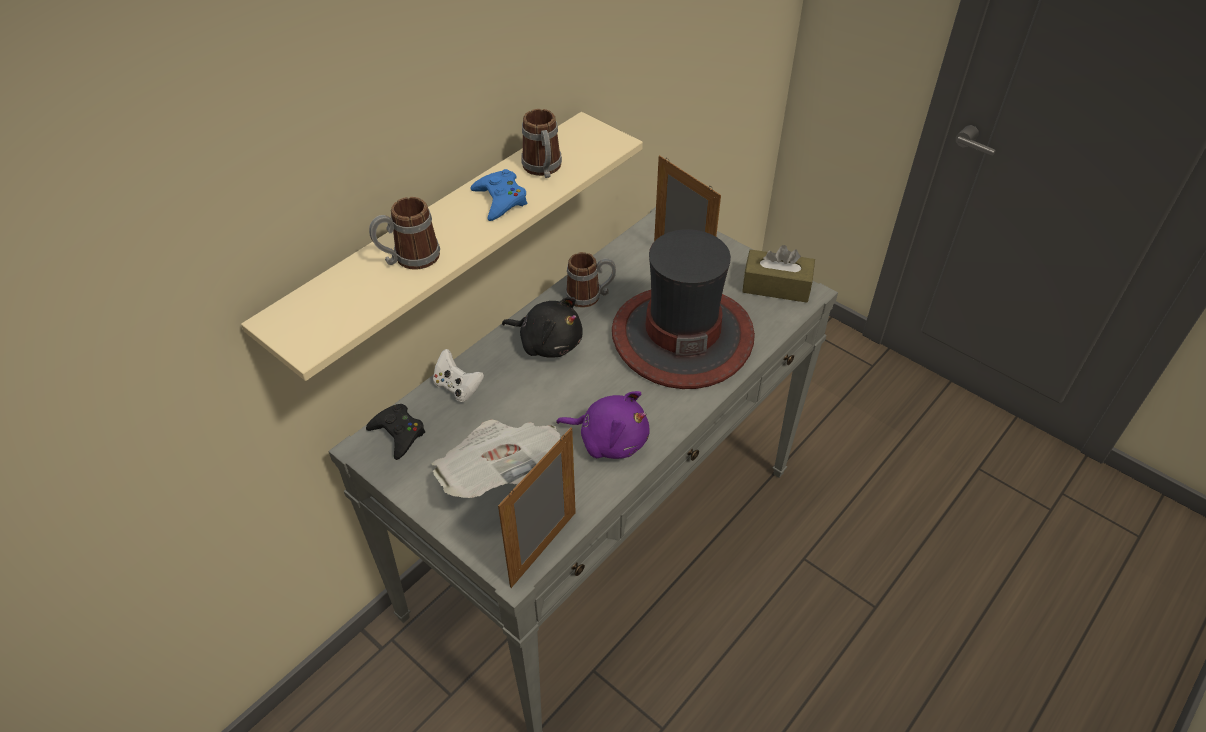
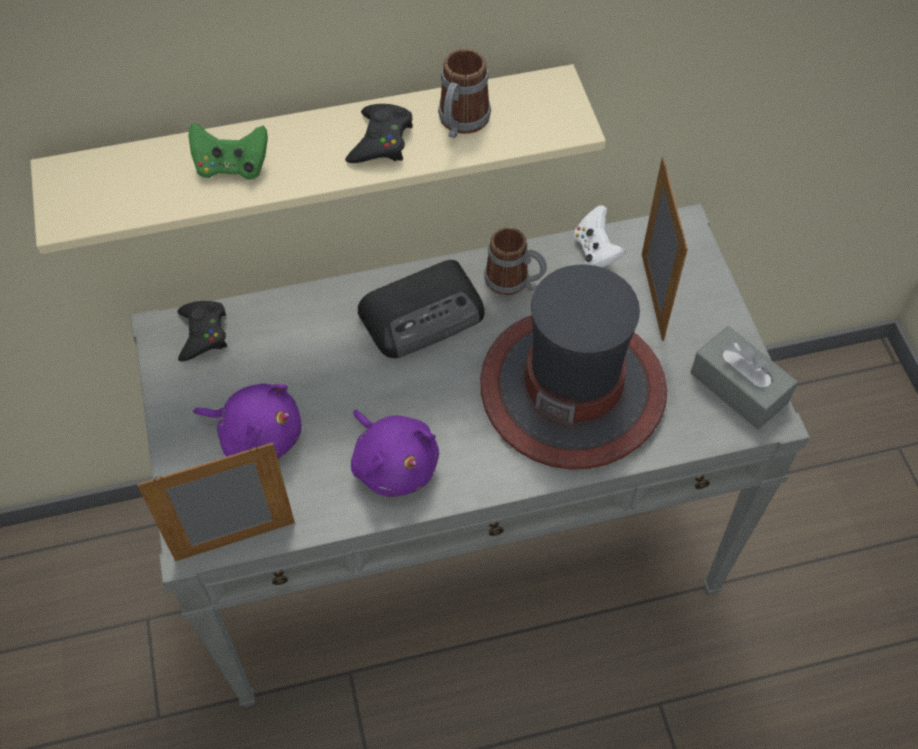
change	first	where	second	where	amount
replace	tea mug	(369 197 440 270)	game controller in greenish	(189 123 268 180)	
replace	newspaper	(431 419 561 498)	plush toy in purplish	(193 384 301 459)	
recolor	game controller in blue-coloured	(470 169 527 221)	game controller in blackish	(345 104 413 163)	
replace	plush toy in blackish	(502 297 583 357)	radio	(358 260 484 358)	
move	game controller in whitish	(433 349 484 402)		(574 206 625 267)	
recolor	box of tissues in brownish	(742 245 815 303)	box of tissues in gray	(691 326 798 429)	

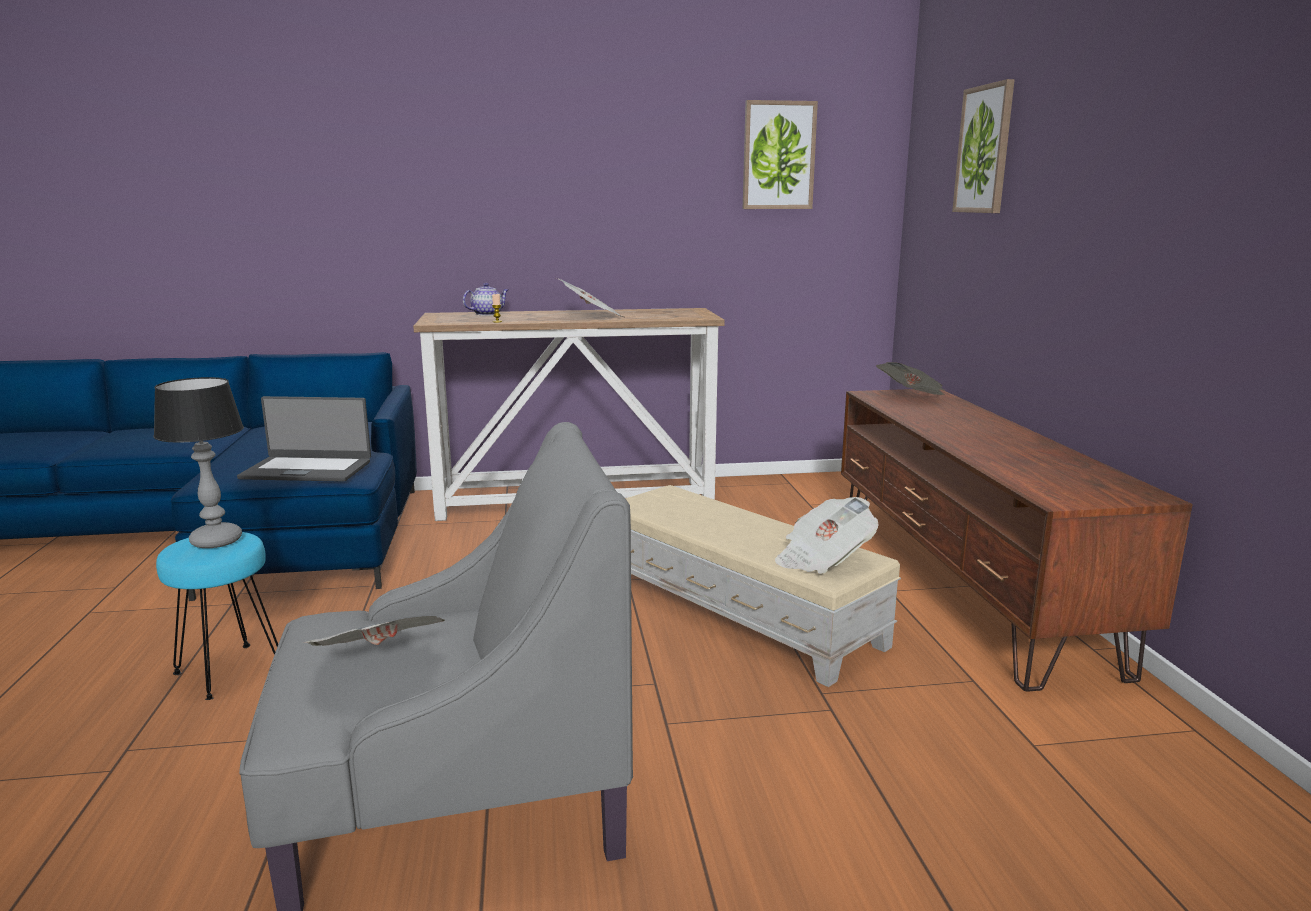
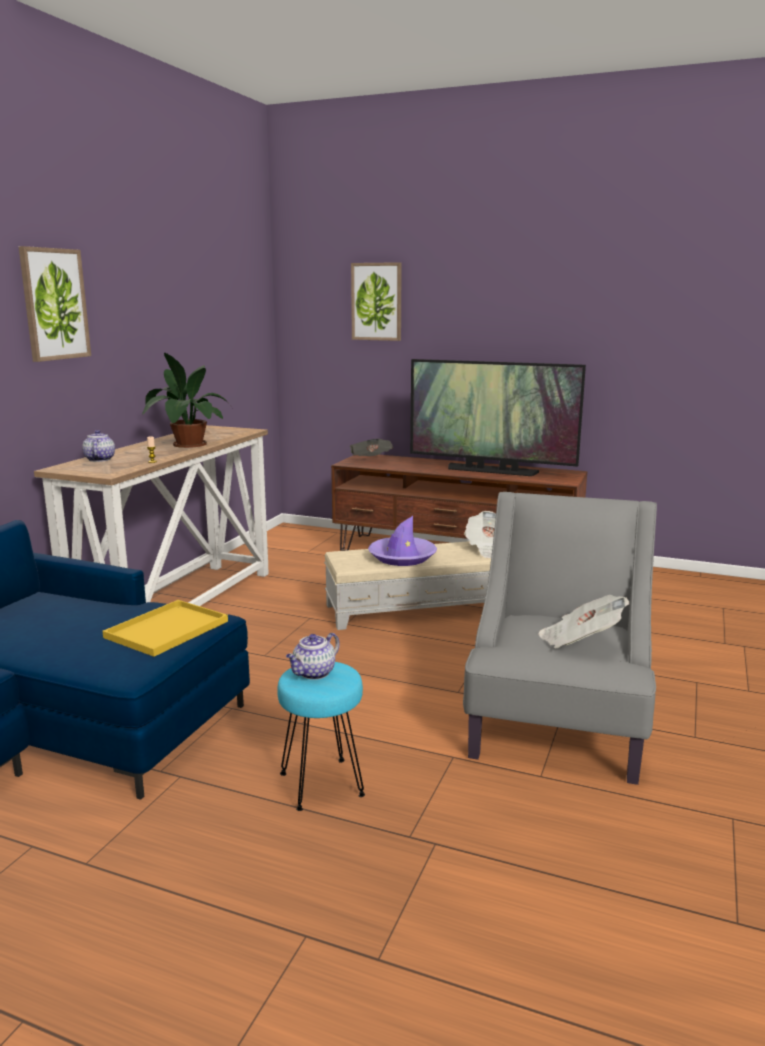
change	first	where	second	where	amount
move	wall art	(743 100 818 209)		(18 246 91 362)	
replace	notebook computer	(237 396 371 482)	tray in yellow	(103 600 228 657)	
replace	newspaper	(556 278 624 317)	houseplant	(142 353 230 448)	
replace	table lamp	(153 377 244 548)	teapot	(286 633 340 680)	
insert			clothing hat in purplish	(368 516 437 566)	
insert			TV set	(410 359 586 476)	

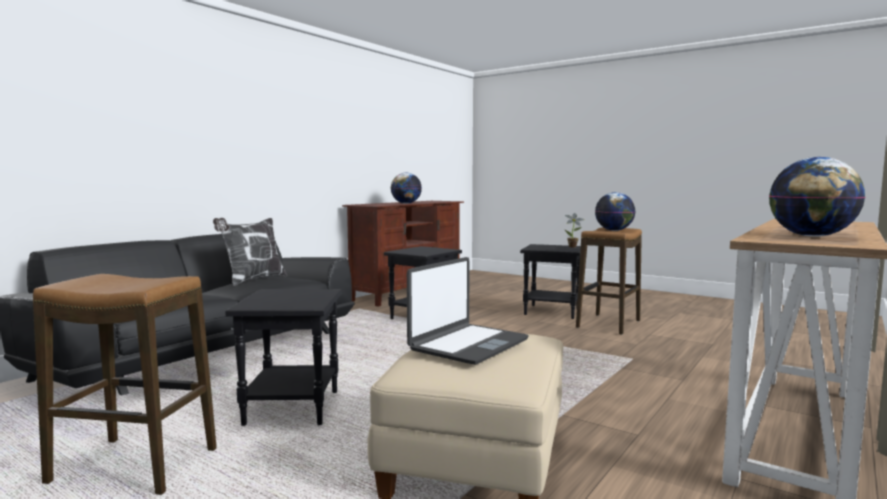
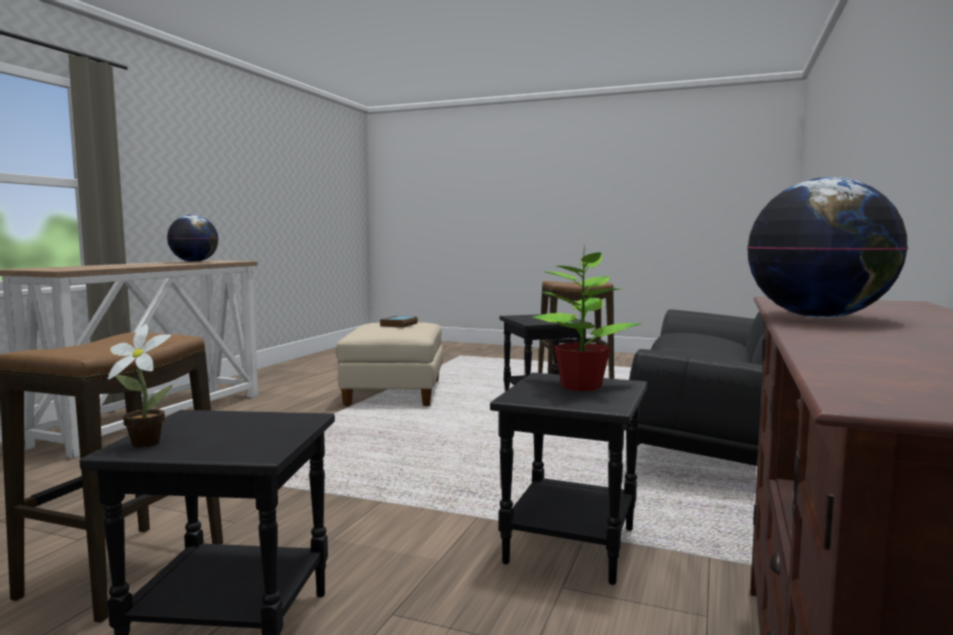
change	first	where	second	where	amount
replace	notebook computer	(407 257 529 365)	volume	(380 315 418 328)	
insert			houseplant	(531 244 641 391)	
delete	pillow	(213 218 287 286)			
delete	globe	(595 192 636 231)			

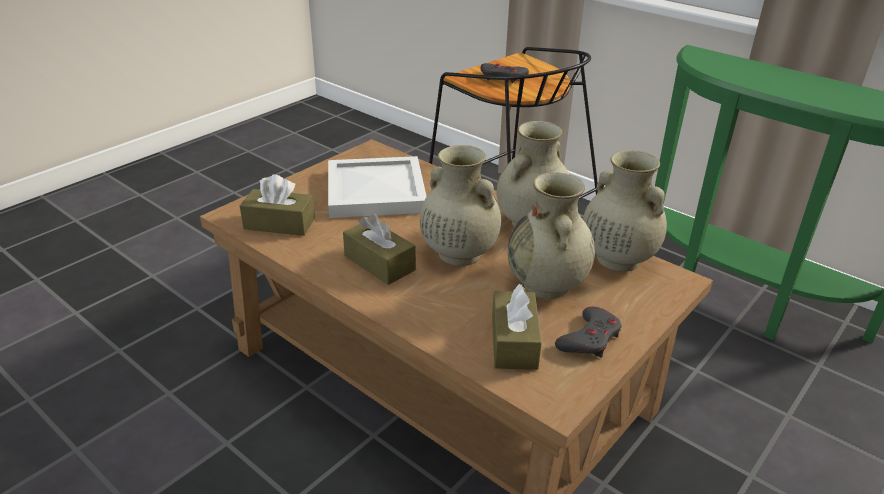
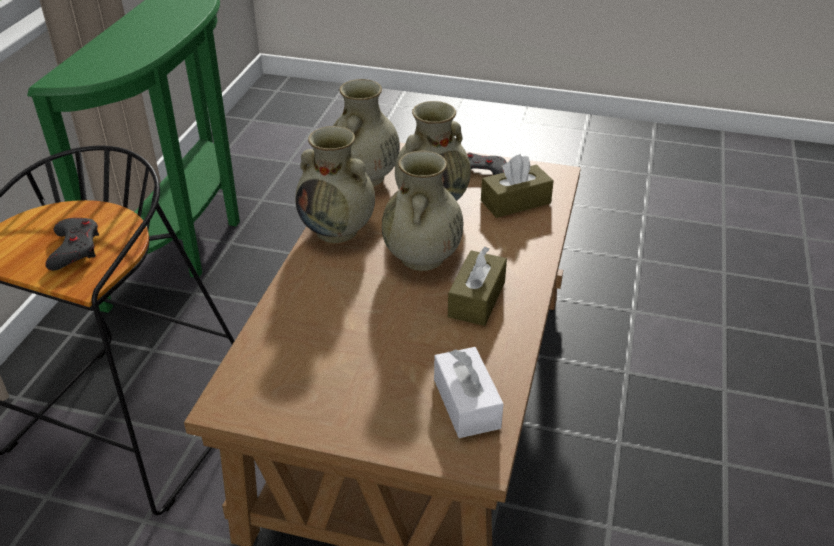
change	first	where	second	where	amount
recolor	box of tissues in brownish	(240 174 315 236)	box of tissues in whitish	(434 347 503 438)	
delete	tray in whitish	(328 156 427 218)			

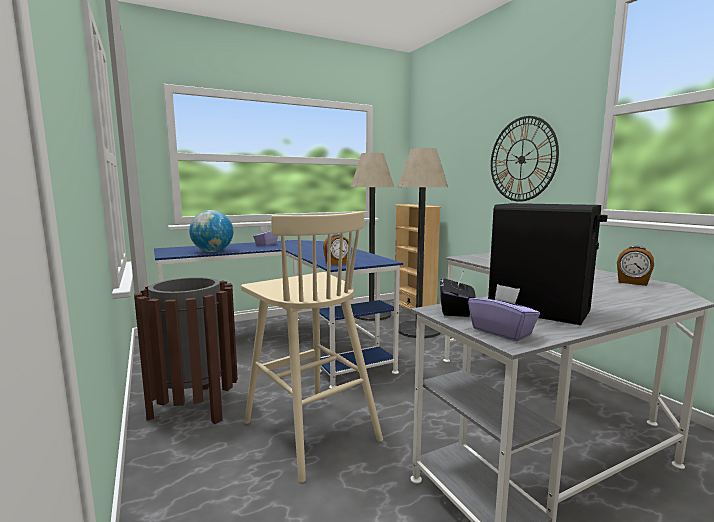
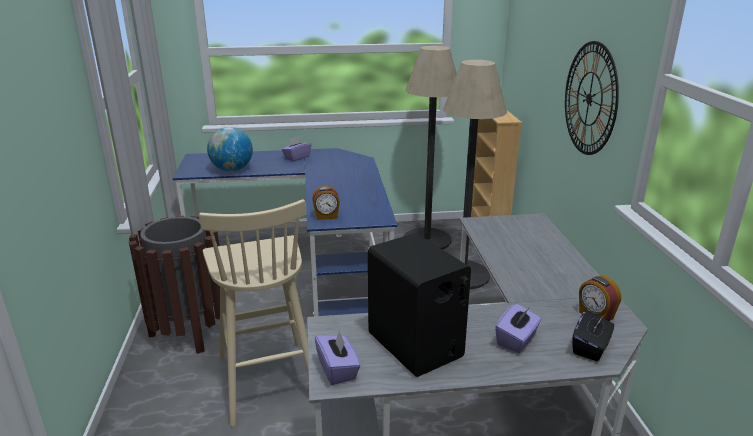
change	first	where	second	where	amount
insert			box of tissues in purplish	(495 304 542 353)	
move	box of tissues in blackish	(440 273 476 317)		(572 310 614 361)	

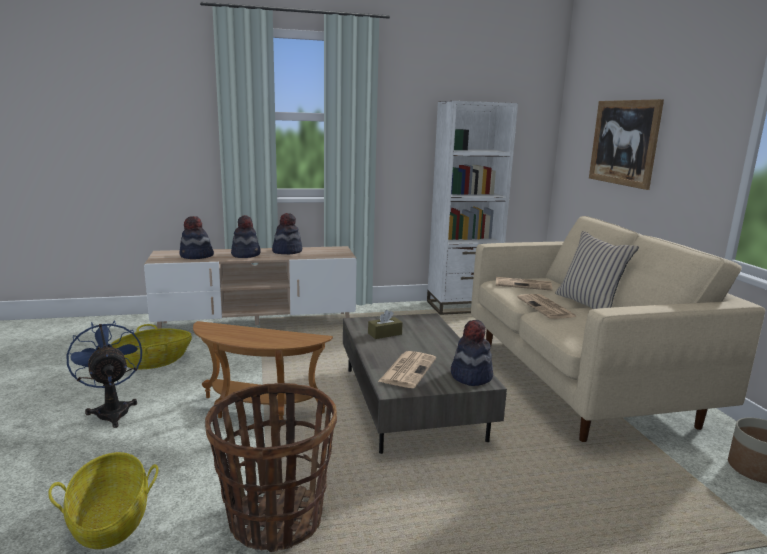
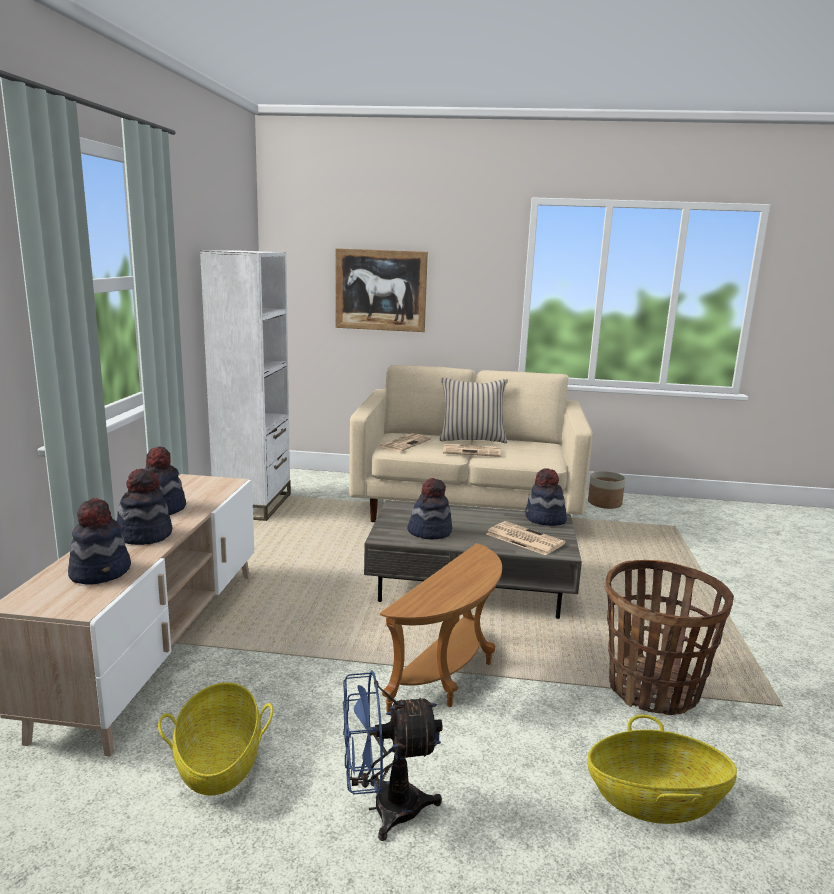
change	first	where	second	where	amount
replace	box of tissues in brownish	(368 310 403 339)	clothing hat	(407 478 452 539)	

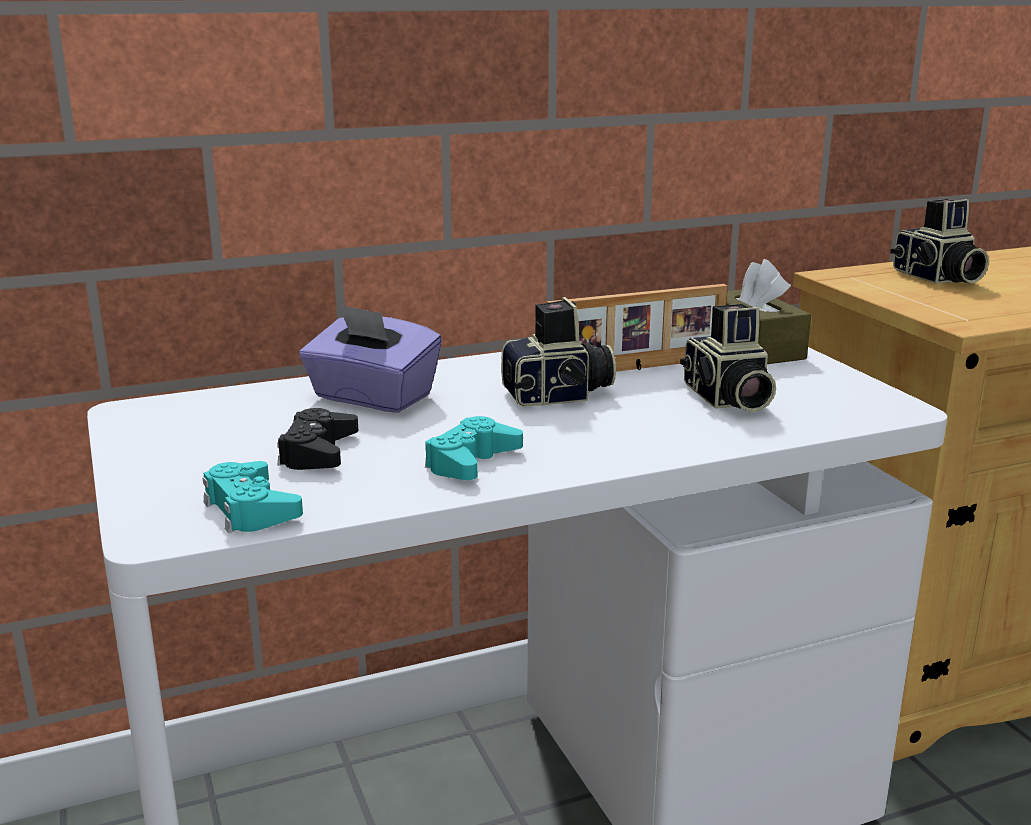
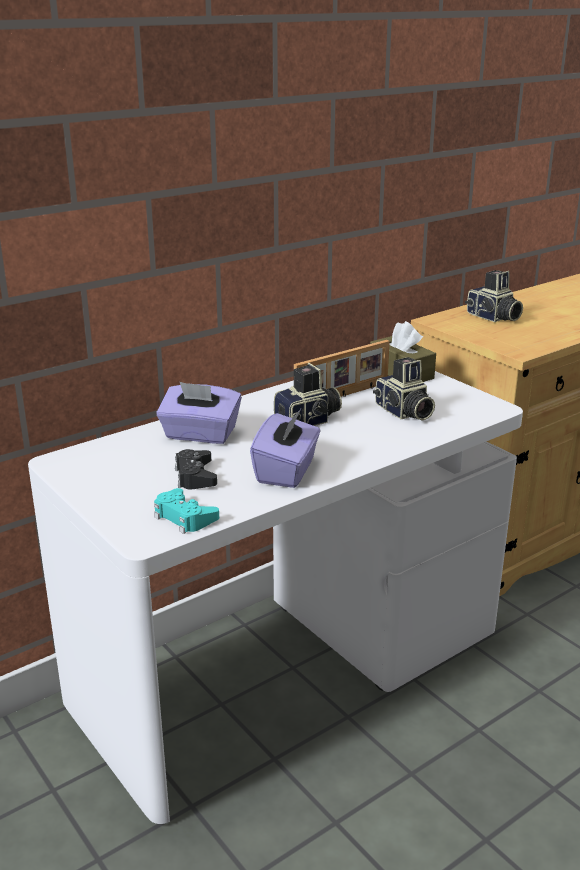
change	first	where	second	where	amount
replace	game controller in blue-green	(425 416 523 480)	box of tissues in purplish	(250 409 320 488)	

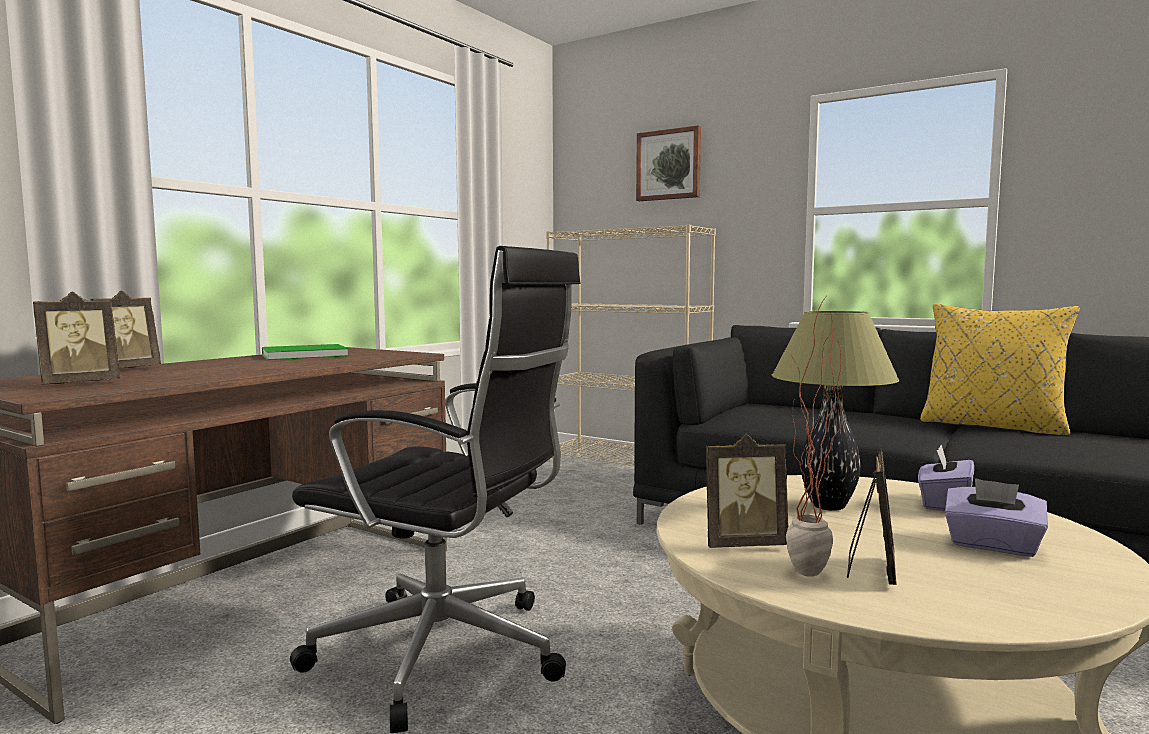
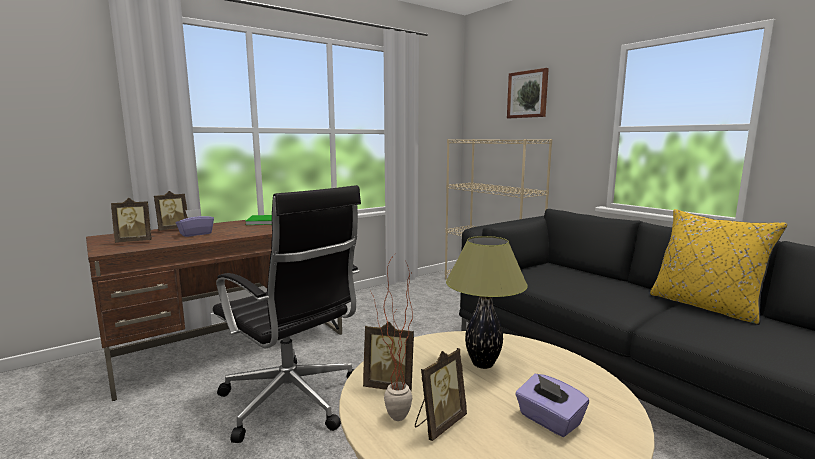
change	first	where	second	where	amount
move	box of tissues in purplish	(918 445 974 511)		(176 209 214 237)	

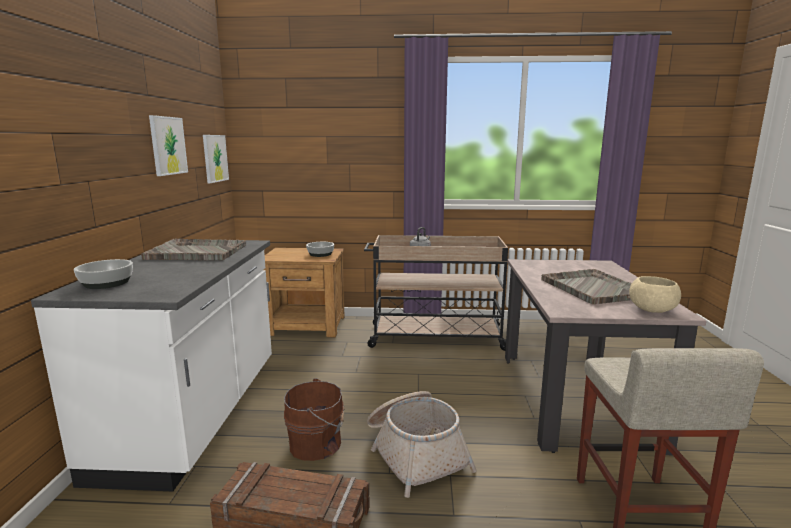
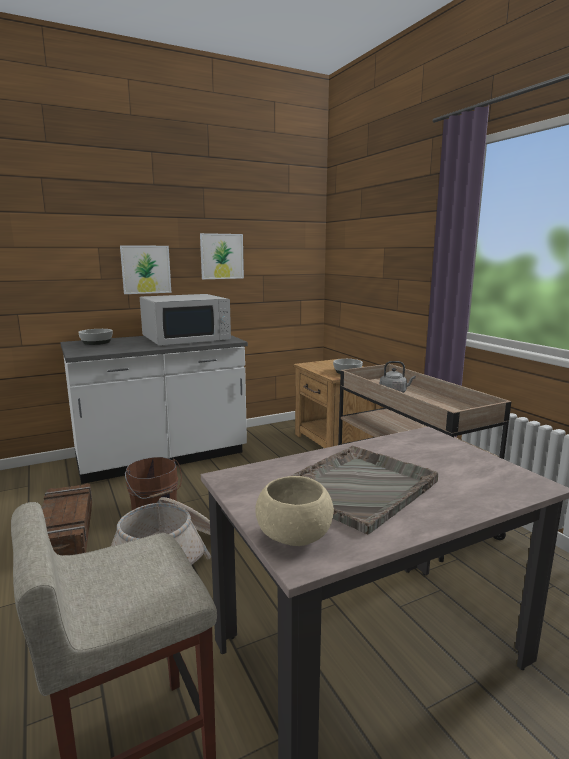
change	first	where	second	where	amount
move	wall art	(203 135 229 183)		(120 245 171 294)	
replace	tray in gray	(141 238 246 260)	microwave oven in whitish	(140 294 231 345)	

